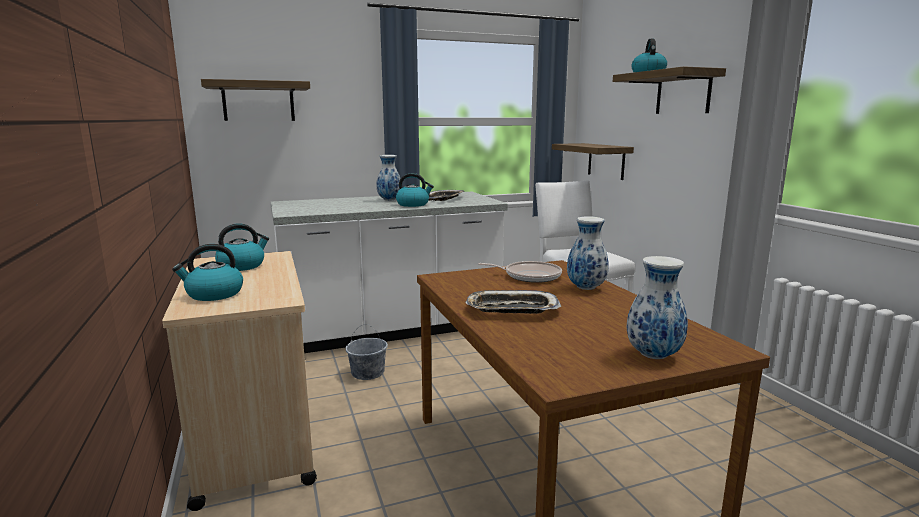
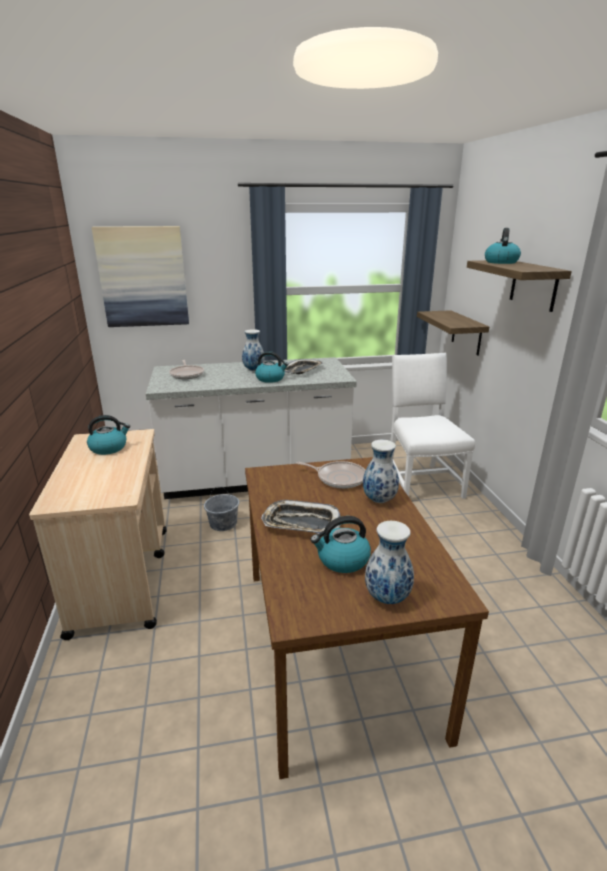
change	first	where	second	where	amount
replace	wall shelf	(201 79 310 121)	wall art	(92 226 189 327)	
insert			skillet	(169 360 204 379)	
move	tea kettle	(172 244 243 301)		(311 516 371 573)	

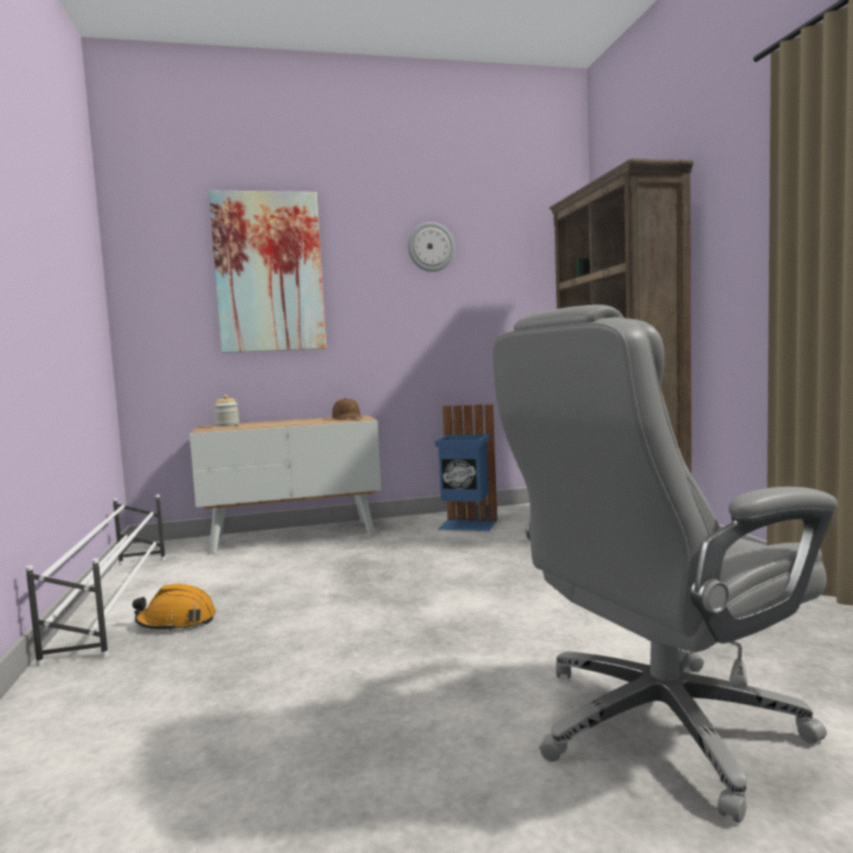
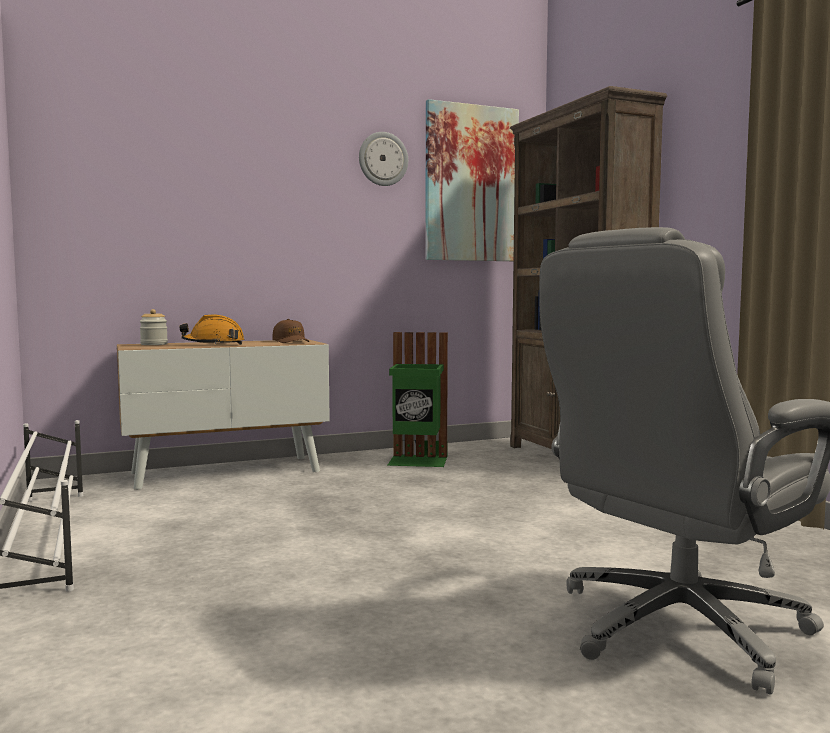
change	first	where	second	where	amount
move	work helmet in orange-coloured	(132 584 216 632)		(179 314 244 345)	
recolor	waste bin in blue-coloured	(435 404 498 531)	waste bin in greenish	(387 332 448 467)	
move	wall art	(209 190 326 353)		(425 99 519 261)	

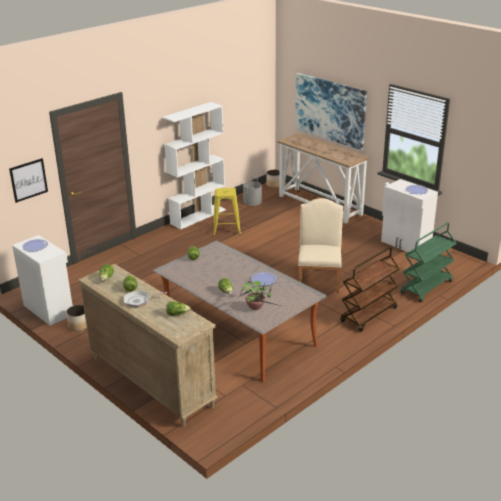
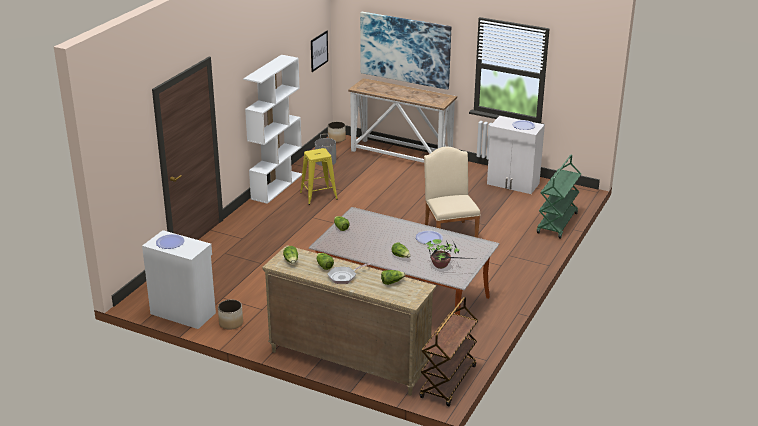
change	first	where	second	where	amount
move	wall art	(9 158 48 203)		(311 31 328 72)	
move	cart in brownish	(340 247 400 332)		(420 297 478 406)	

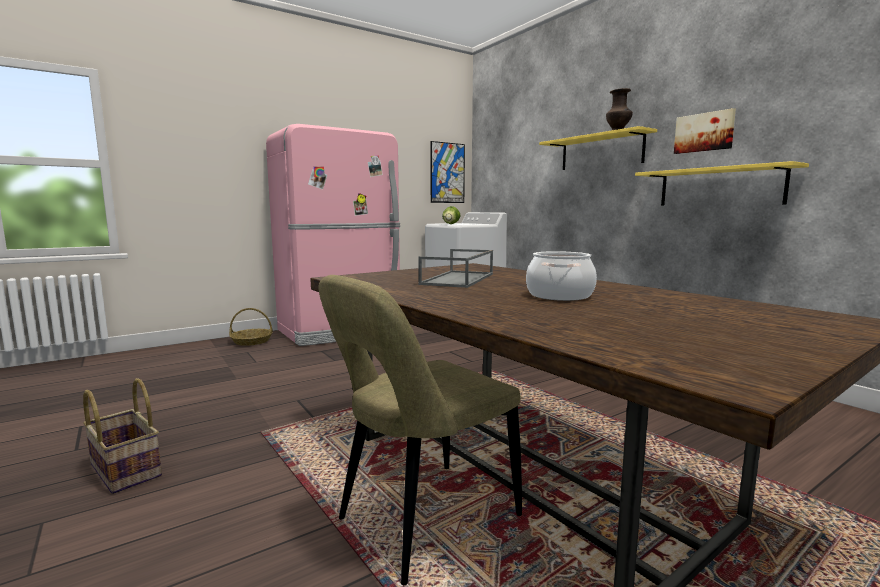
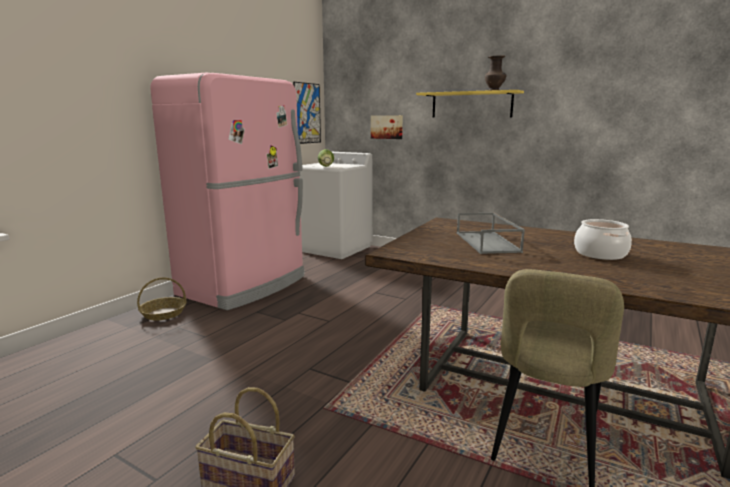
change	first	where	second	where	amount
move	wall art	(674 108 736 154)		(371 115 403 139)	
delete	wall shelf in yellow	(635 161 809 206)			

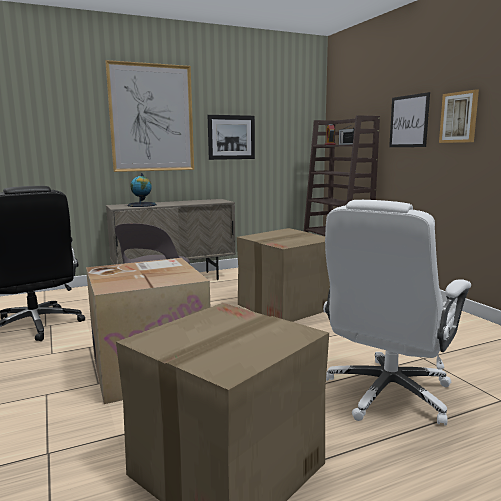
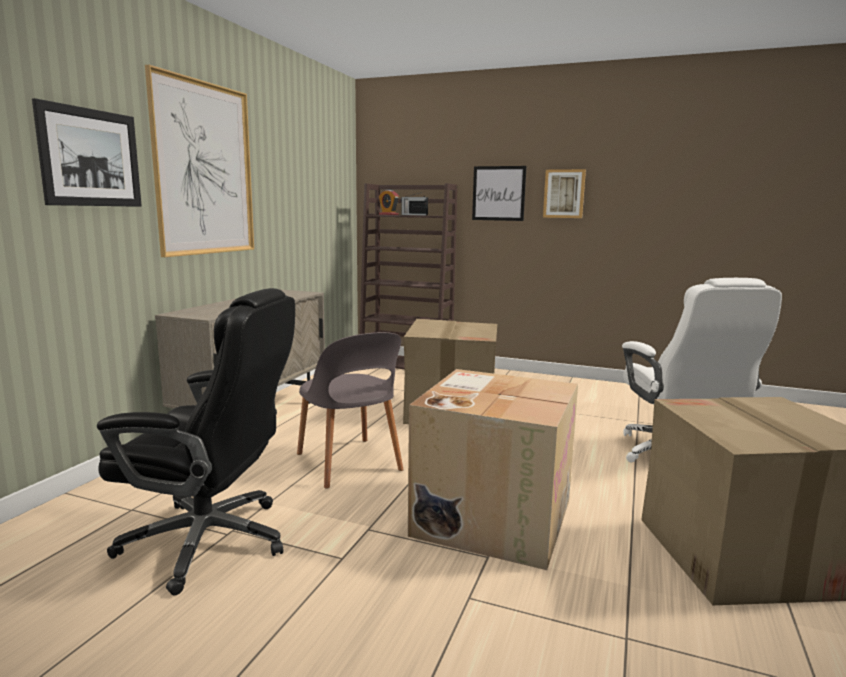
change	first	where	second	where	amount
move	wall art	(208 115 255 160)		(32 98 142 207)	
delete	globe	(127 173 157 207)			

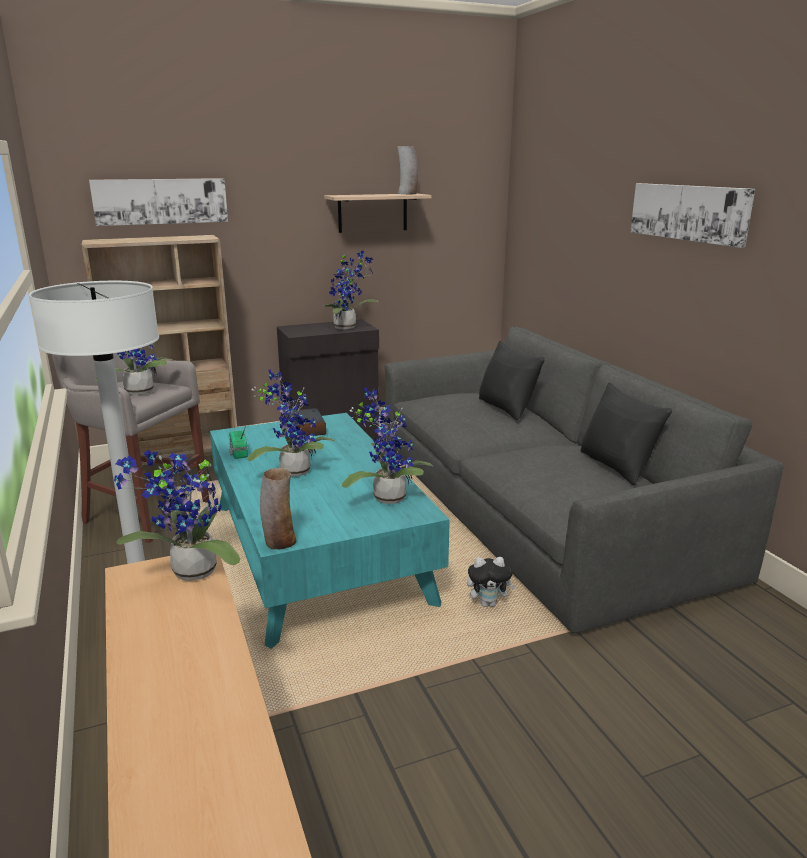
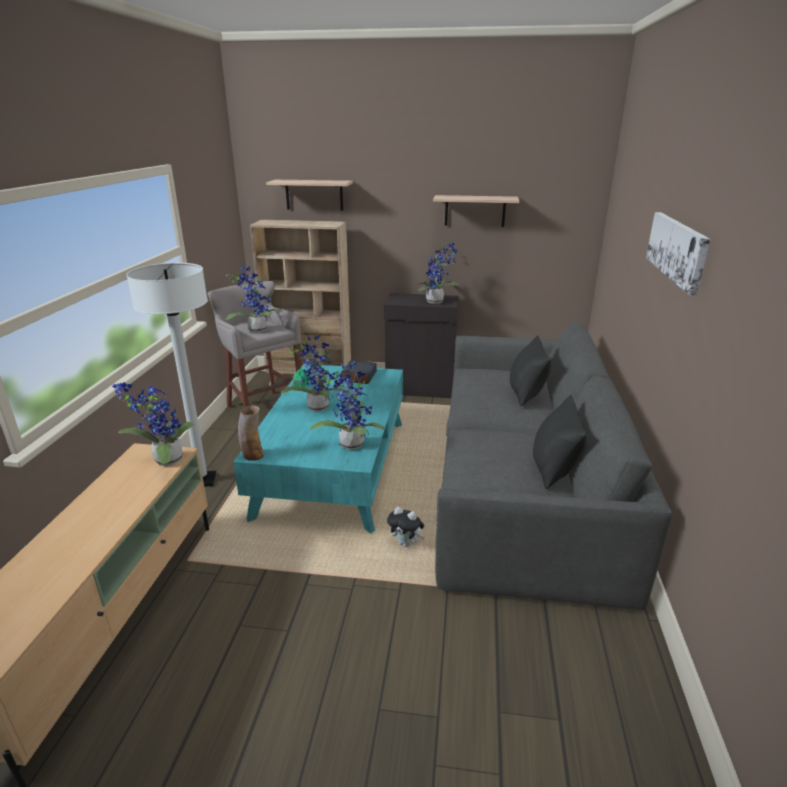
change	first	where	second	where	amount
replace	wall art	(89 178 228 226)	wall shelf	(266 180 353 211)	
delete	flower vase	(397 146 418 195)			

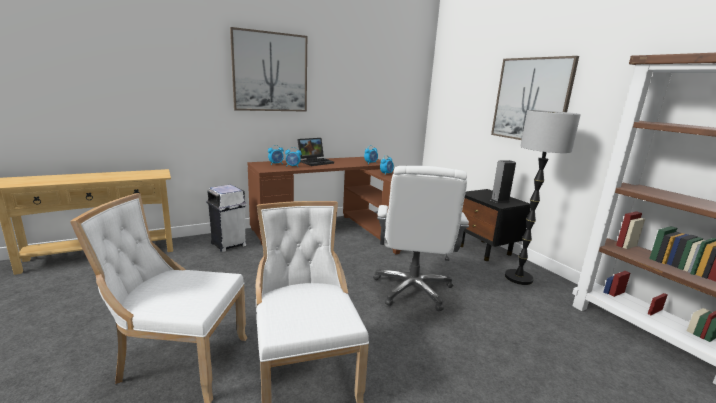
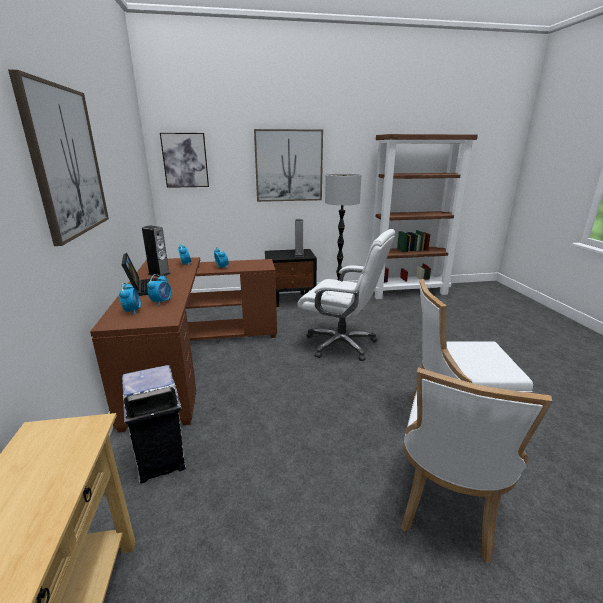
change	first	where	second	where	amount
insert			audio speaker	(142 225 170 277)	
insert			wall art	(160 133 209 188)	

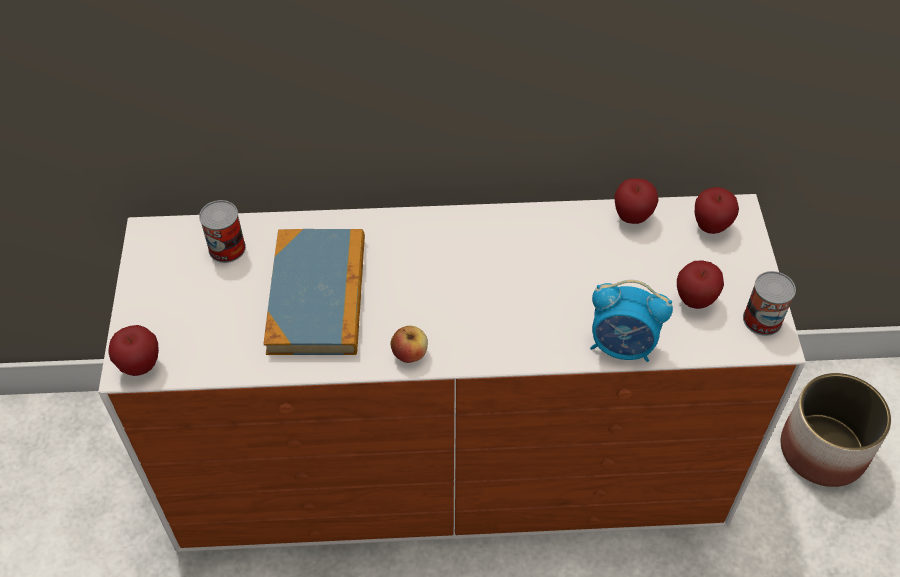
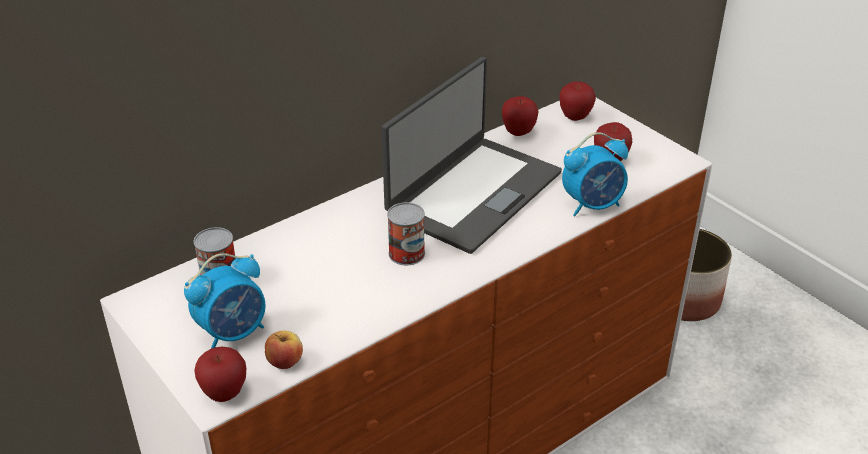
change	first	where	second	where	amount
insert			alarm clock	(184 253 266 348)	
move	apple	(390 326 428 363)		(265 331 303 369)	
insert			notebook computer	(382 57 562 254)	
move	sealed can	(743 271 796 336)		(387 202 425 265)	
delete	volume	(263 229 365 355)			

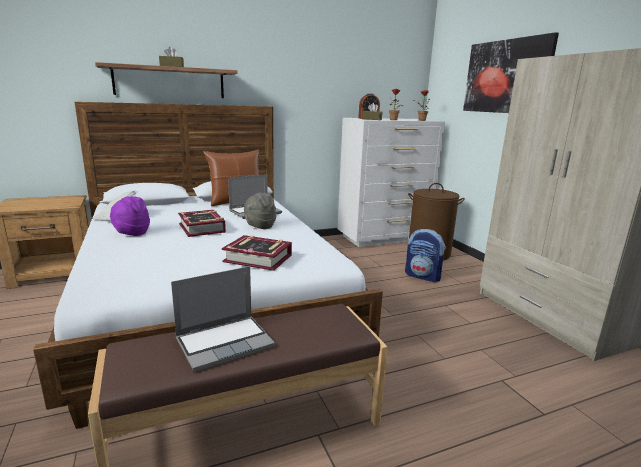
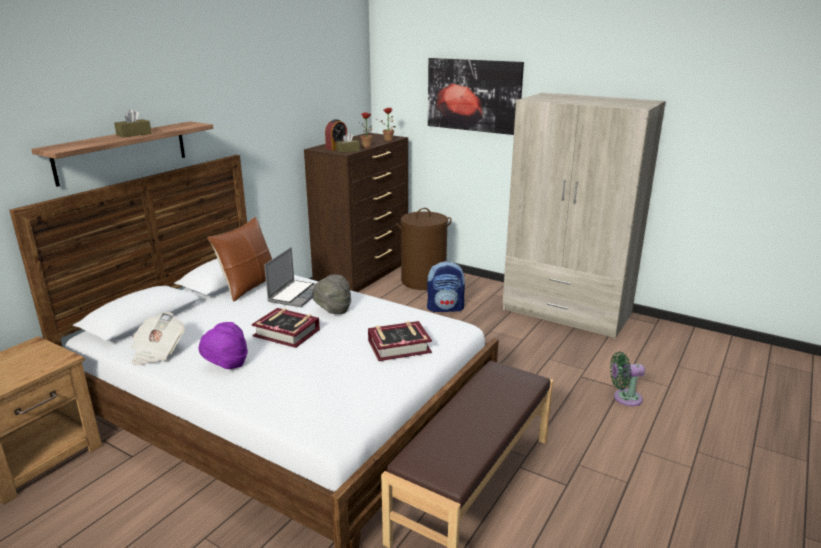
change	first	where	second	where	amount
recolor	chest of drawers in whitish	(338 118 445 247)	chest of drawers in brownish	(304 133 408 292)	
insert			cooling fan in greenish	(610 352 645 406)	
delete	notebook computer	(171 266 275 372)			

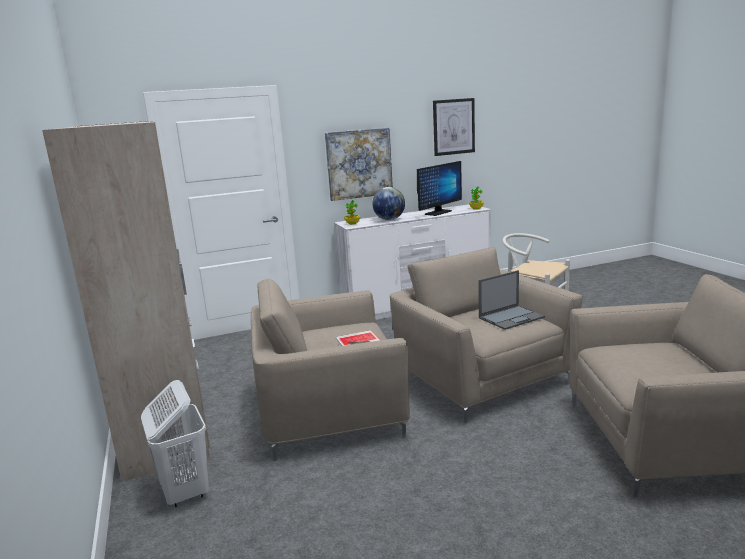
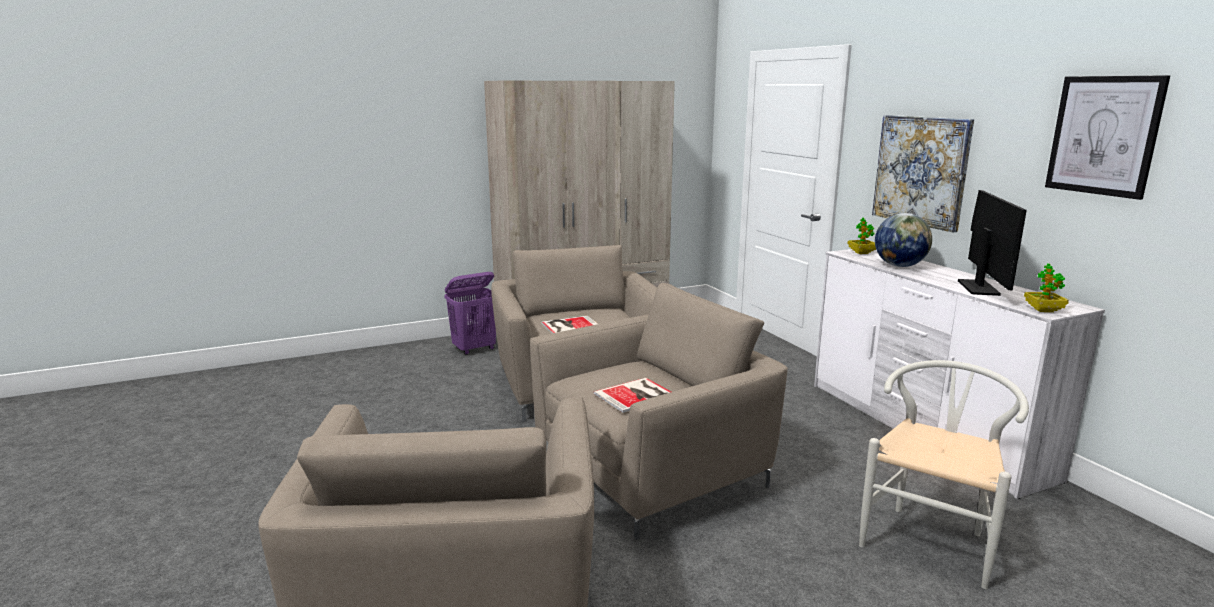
change	first	where	second	where	amount
recolor	washing basket in whitish	(141 380 209 507)	washing basket in purplish	(444 272 496 355)	
replace	notebook computer	(478 270 545 330)	volume	(593 378 671 413)	
rotate	monitor	(417 161 462 216)		(958 190 1027 296)	120 degrees counterclockwise

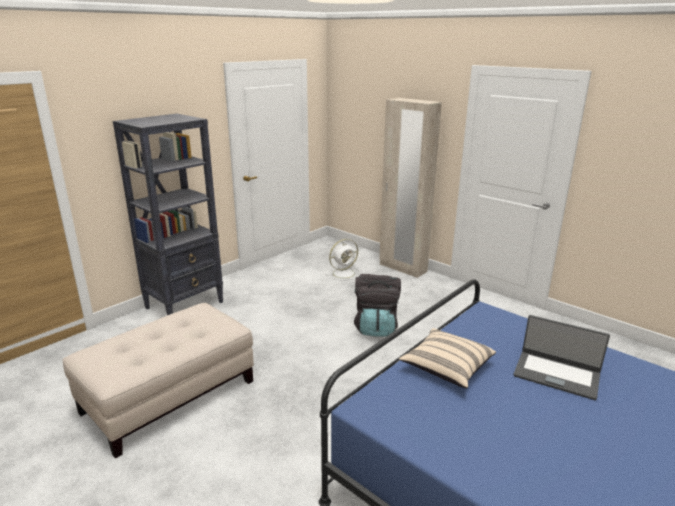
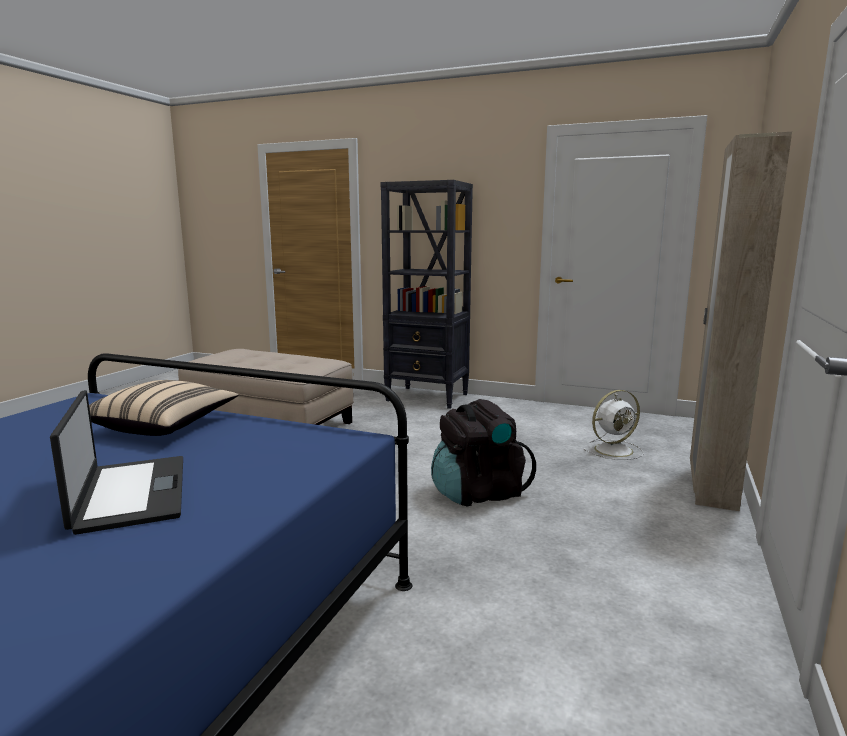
change	first	where	second	where	amount
rotate	notebook computer	(514 315 610 400)		(50 390 183 535)	150 degrees clockwise
rotate	cooling fan in whitish	(326 239 361 281)		(584 390 644 460)	60 degrees counterclockwise

